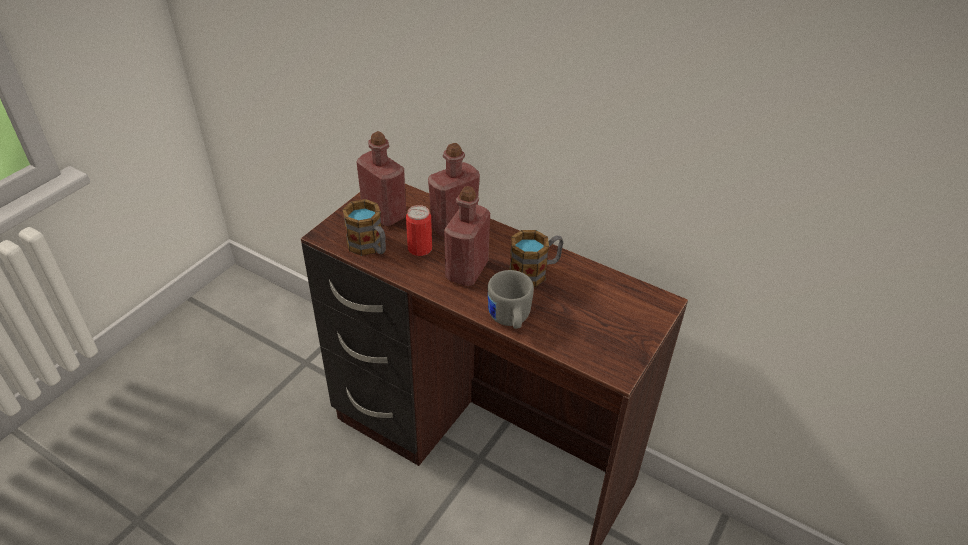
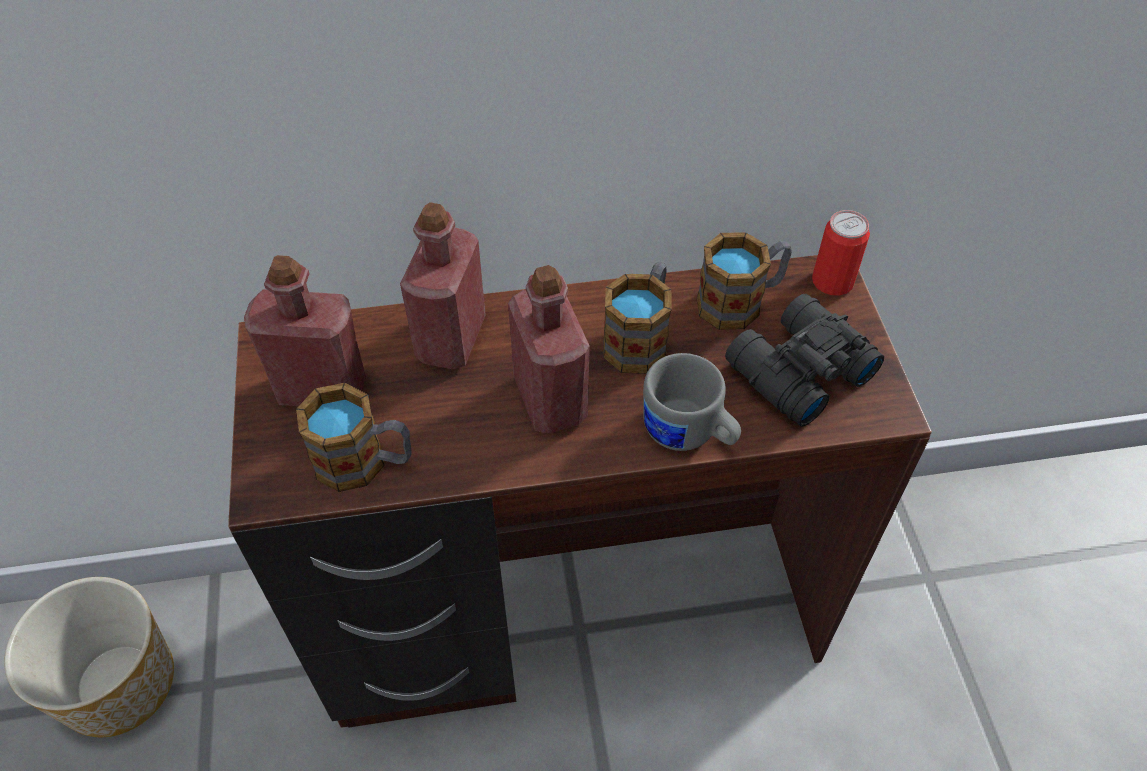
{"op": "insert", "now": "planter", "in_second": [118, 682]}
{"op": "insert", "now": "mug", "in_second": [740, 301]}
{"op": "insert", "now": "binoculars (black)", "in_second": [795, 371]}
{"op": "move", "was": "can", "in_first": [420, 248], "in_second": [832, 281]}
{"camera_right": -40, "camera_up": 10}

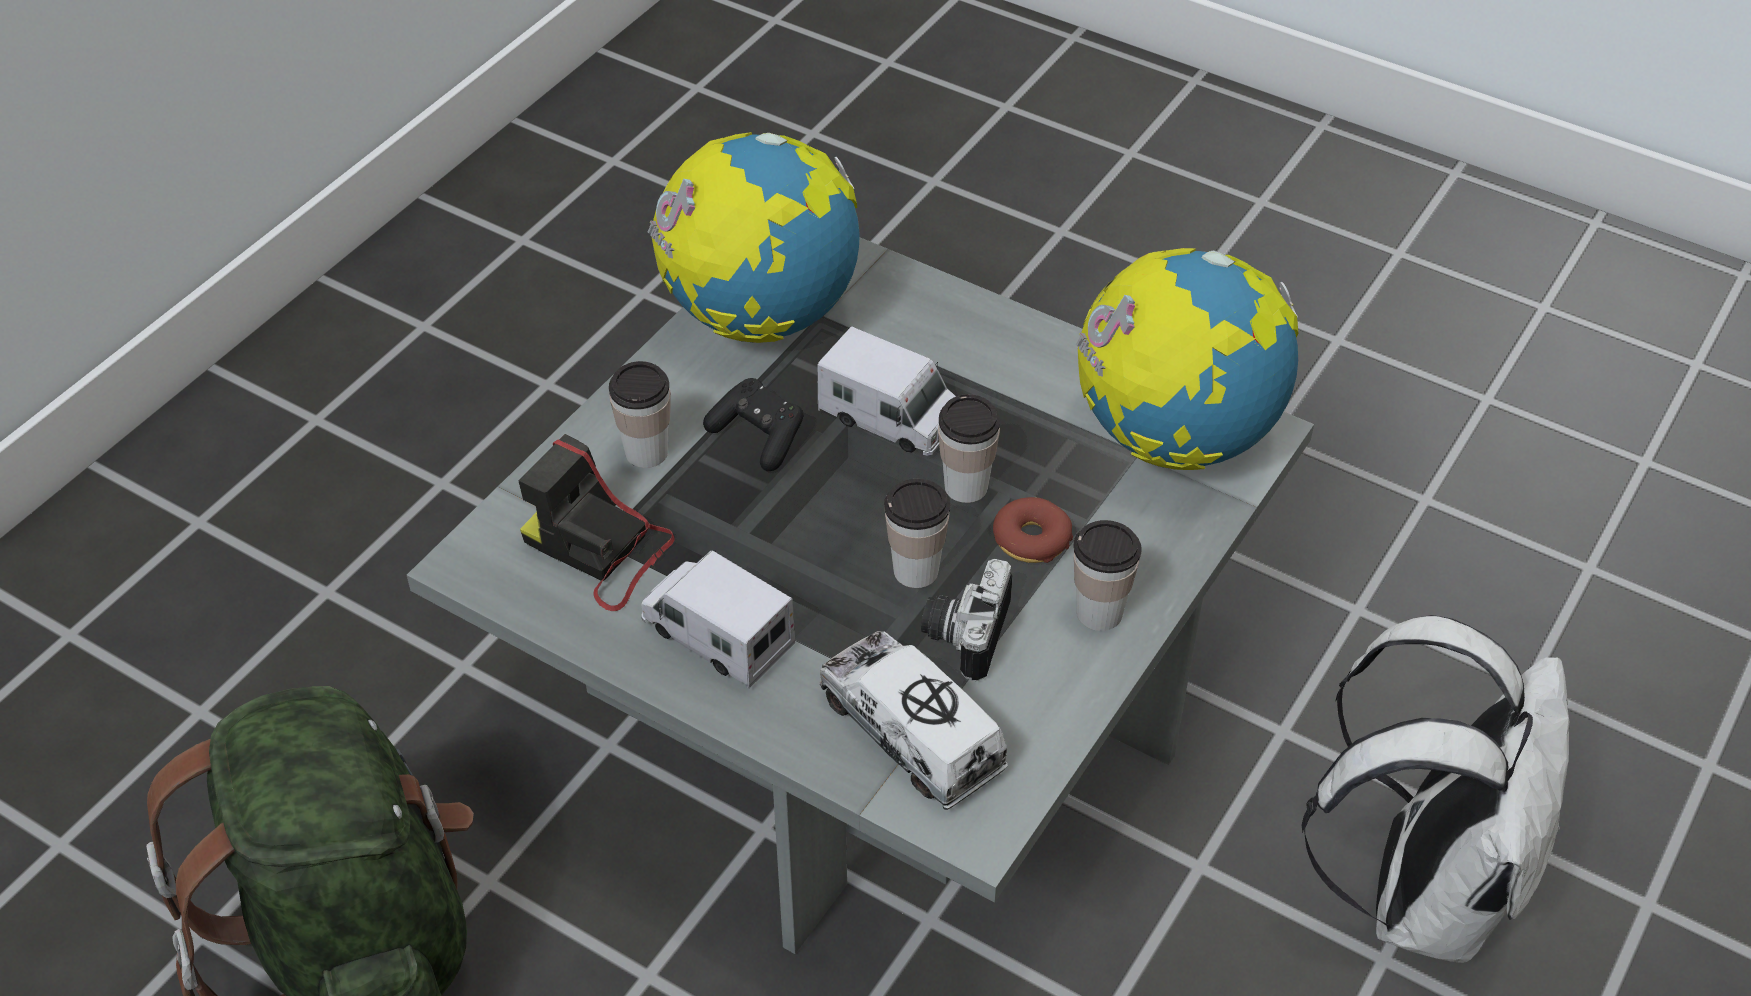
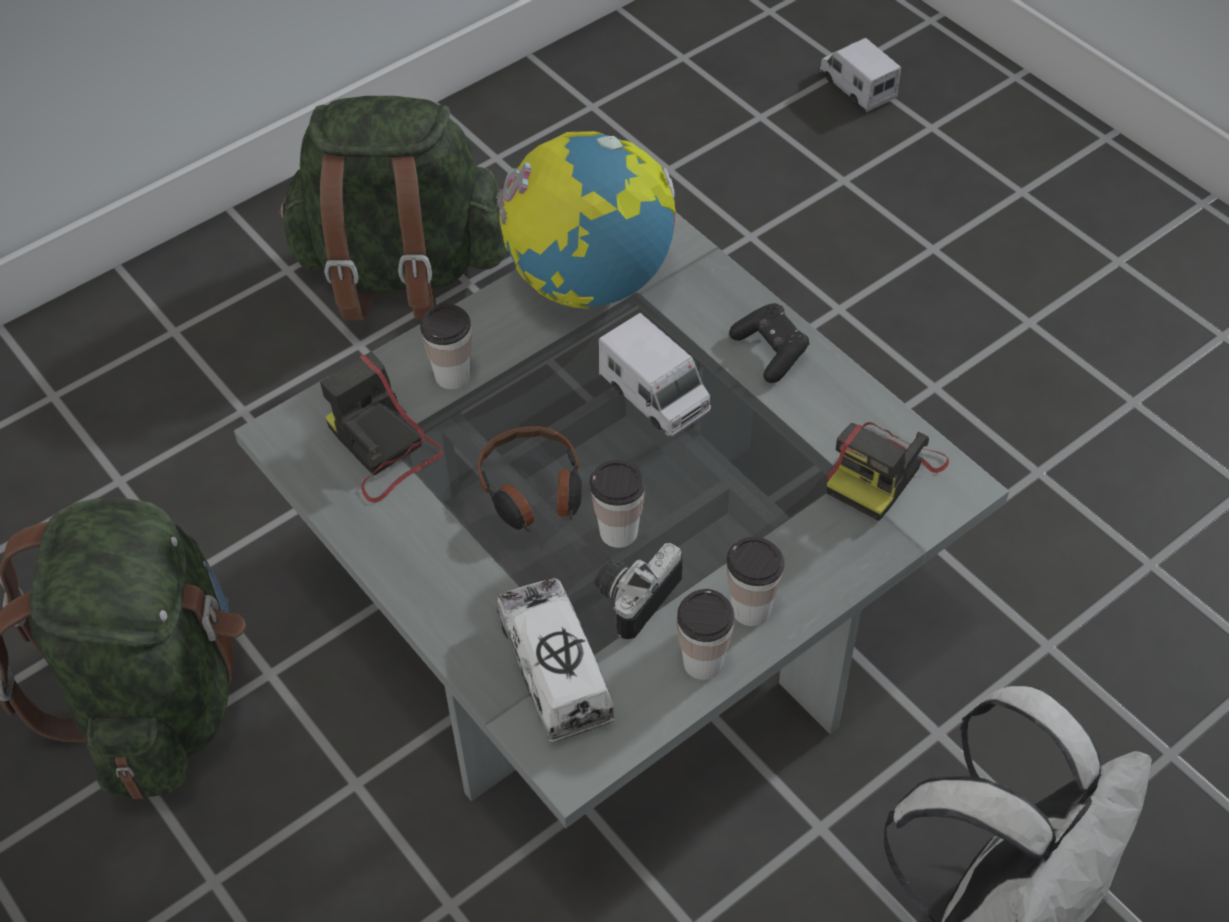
{"op": "delete", "was": "donut", "in_first": [1031, 539]}
{"op": "insert", "now": "backpack (green)", "in_second": [401, 271]}
{"op": "insert", "now": "headphones", "in_second": [533, 491]}
{"op": "move", "was": "toy truck", "in_first": [718, 635], "in_second": [857, 86]}
{"op": "move", "was": "game controller (black)", "in_first": [758, 436], "in_second": [771, 351]}
{"op": "move", "was": "cup", "in_first": [966, 486], "in_second": [703, 662]}
{"op": "replace", "was": "globe", "now": "photo camera", "in_first": [1174, 437], "in_second": [883, 472]}
{"camera_right": 20, "camera_up": 5}

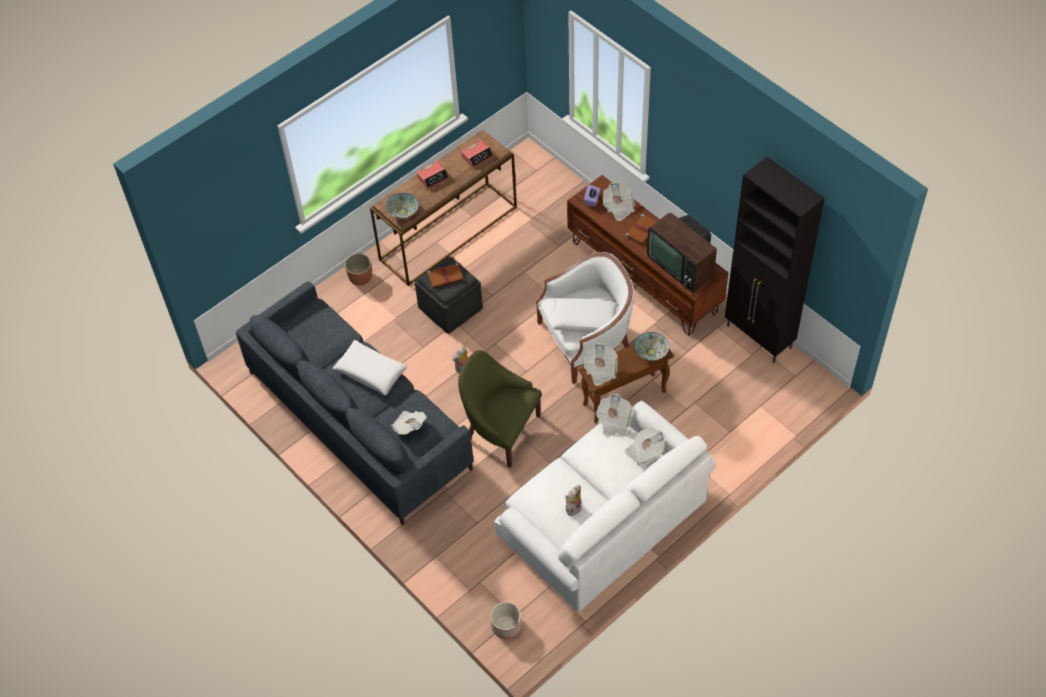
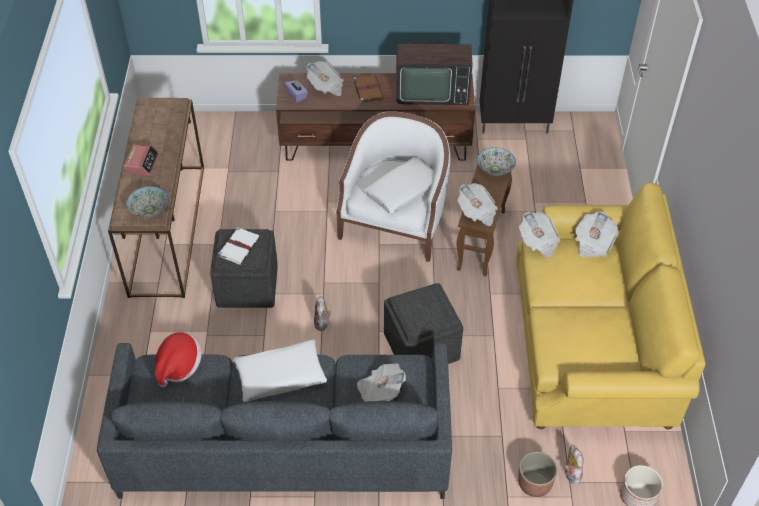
{"op": "delete", "was": "alarm clock", "in_first": [477, 156]}
{"op": "insert", "now": "hat", "in_second": [179, 366]}
{"op": "move", "was": "planter", "in_first": [360, 277], "in_second": [534, 484]}
{"op": "move", "was": "plush toy", "in_first": [573, 507], "in_second": [570, 474]}
{"op": "replace", "was": "armchair (green)", "now": "ottoman (grey)", "in_first": [500, 431], "in_second": [420, 346]}
{"op": "recolor", "was": "book (brown)", "now": "book (white)", "in_first": [446, 277], "in_second": [239, 246]}
{"op": "recolor", "was": "sofa (white)", "now": "sofa (yellow)", "in_first": [601, 522], "in_second": [592, 345]}
{"camera_right": -50, "camera_up": -5}

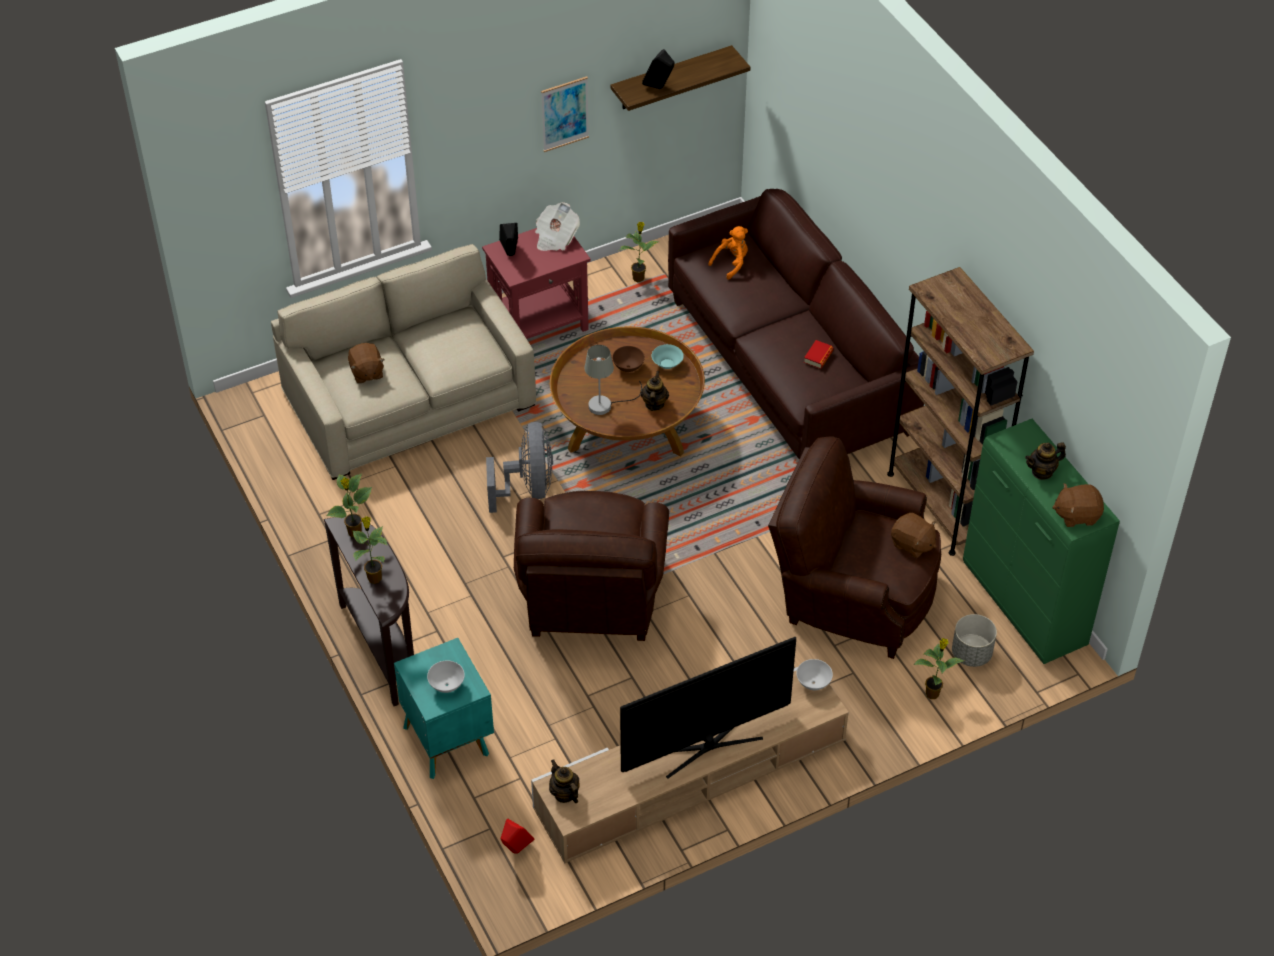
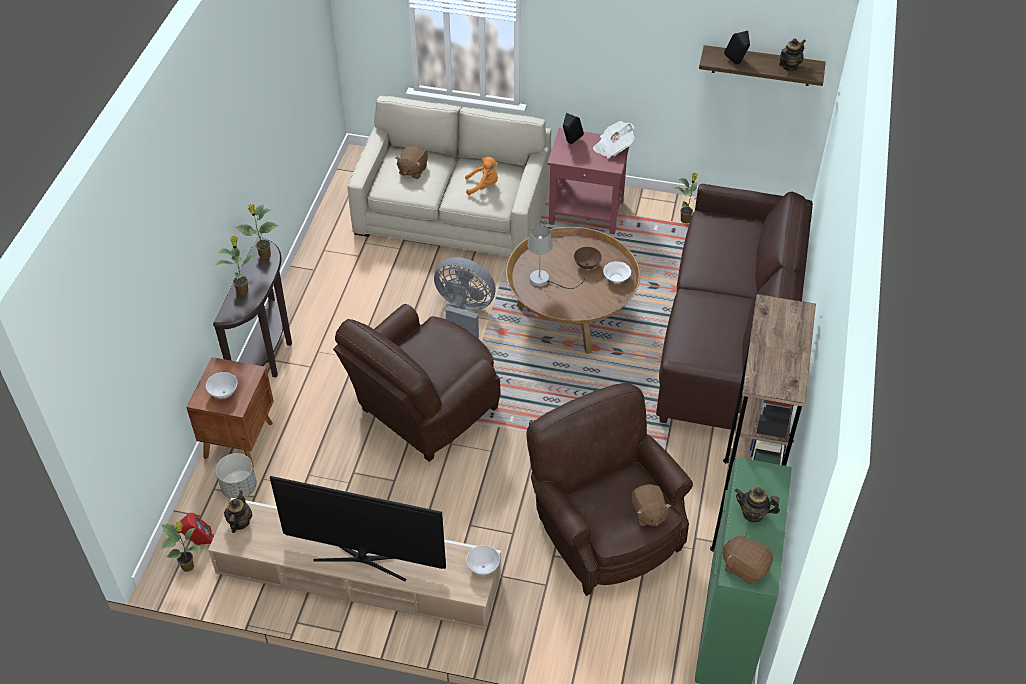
{"op": "delete", "was": "picture", "in_first": [565, 114]}
{"op": "delete", "was": "book", "in_first": [818, 357]}
{"op": "move", "was": "teapot", "in_first": [654, 404], "in_second": [789, 66]}
{"op": "move", "was": "plush toy (orange)", "in_first": [731, 263], "in_second": [483, 186]}
{"op": "move", "was": "potted plant", "in_first": [933, 693], "in_second": [188, 566]}
{"op": "move", "was": "planter (grey)", "in_first": [971, 654], "in_second": [239, 488]}
{"op": "recolor", "was": "nightstand (turquoise)", "now": "nightstand (brown)", "in_first": [447, 739], "in_second": [240, 439]}
{"op": "recolor", "was": "bowl (turquoise)", "now": "bowl (white)", "in_first": [667, 363], "in_second": [616, 278]}
{"op": "rotate", "was": "fan (grey)", "in_first": [527, 488], "in_second": [464, 312], "clockwise": -105}
{"camera_right": 40, "camera_up": 0}

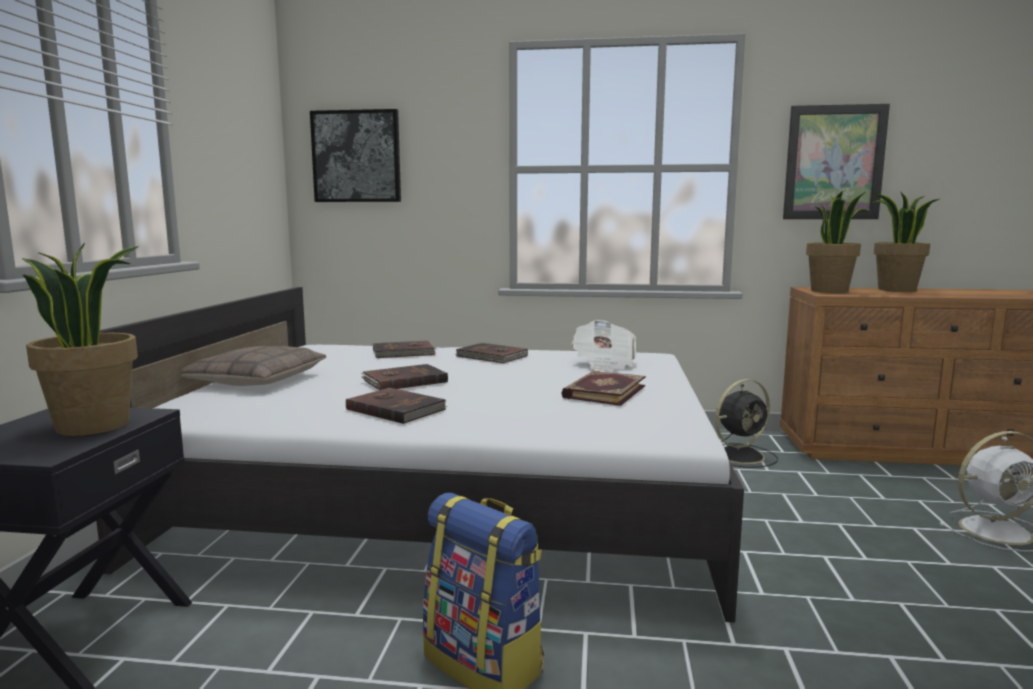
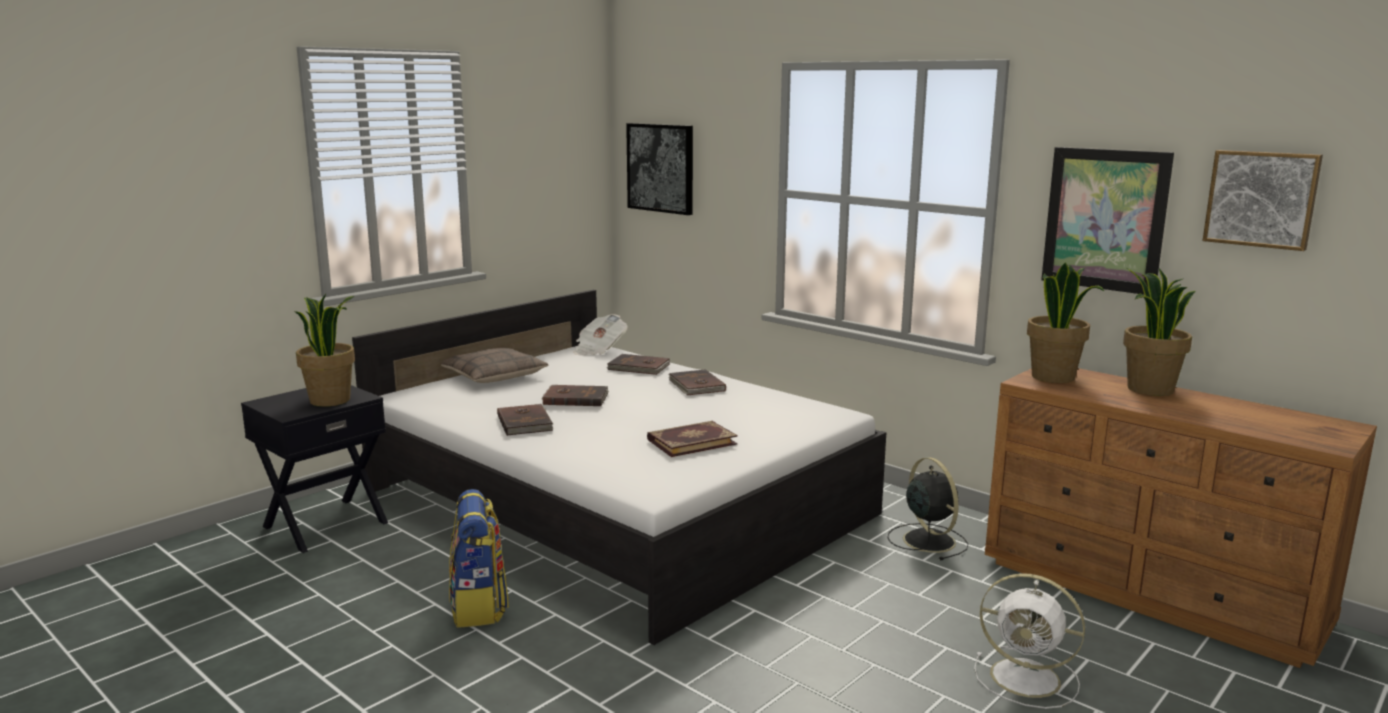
{"op": "insert", "now": "picture", "in_second": [1261, 199]}
{"op": "move", "was": "newspaper", "in_first": [604, 364], "in_second": [599, 350]}
{"op": "rotate", "was": "fan (black)", "in_first": [741, 455], "in_second": [927, 540], "clockwise": -120}
{"camera_right": 35, "camera_up": 5}

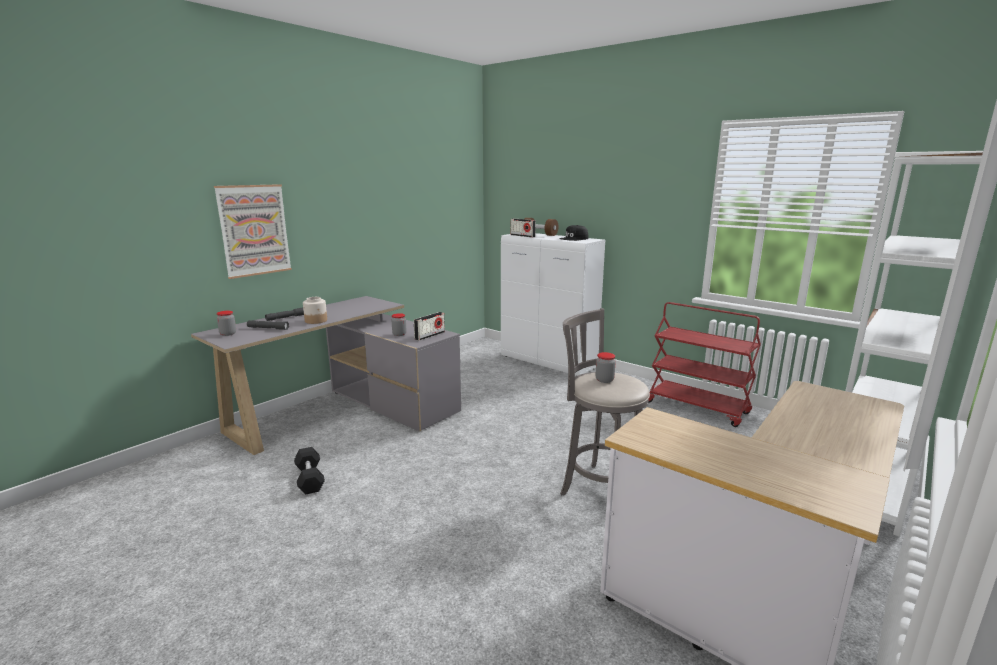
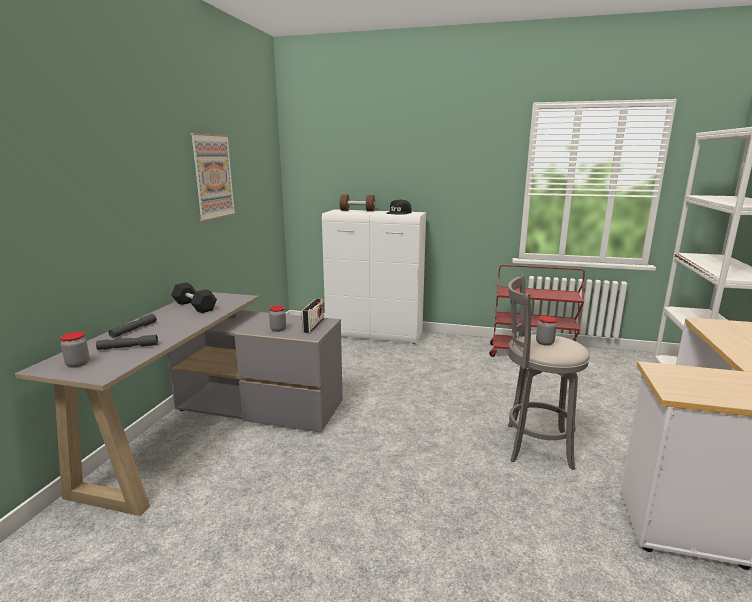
{"op": "delete", "was": "jar", "in_first": [316, 321]}
{"op": "delete", "was": "radio", "in_first": [522, 236]}
{"op": "move", "was": "picture", "in_first": [254, 230], "in_second": [213, 176]}
{"op": "move", "was": "dumbbell (black)", "in_first": [310, 479], "in_second": [194, 306]}
{"camera_right": -25, "camera_up": 0}

